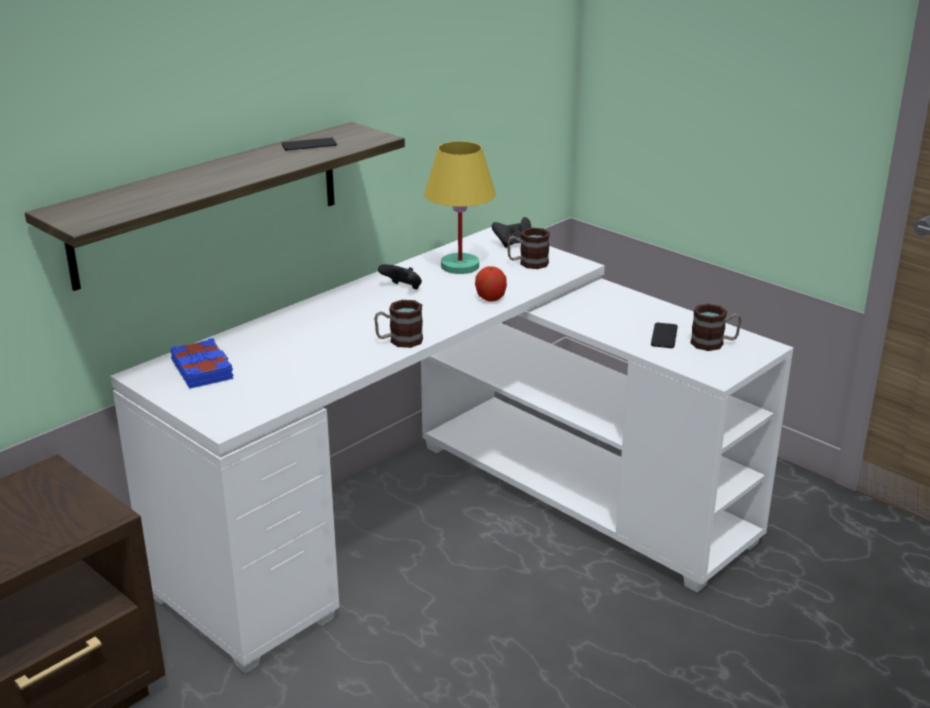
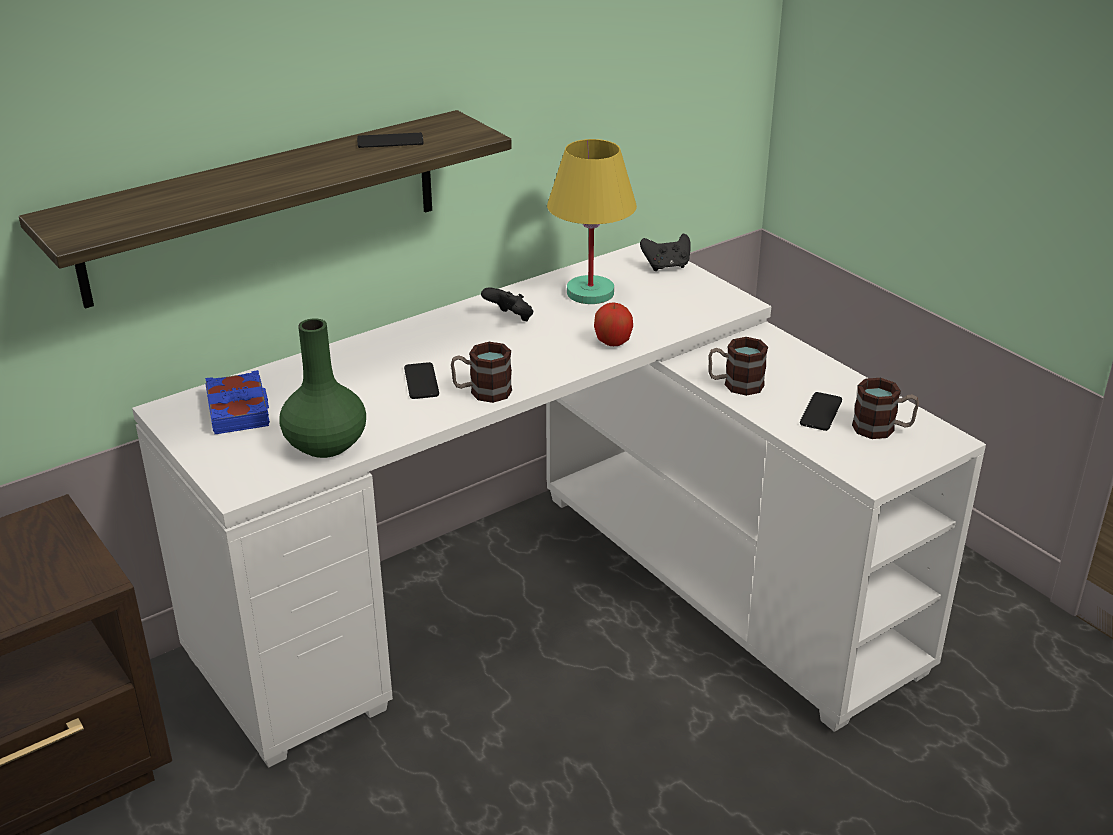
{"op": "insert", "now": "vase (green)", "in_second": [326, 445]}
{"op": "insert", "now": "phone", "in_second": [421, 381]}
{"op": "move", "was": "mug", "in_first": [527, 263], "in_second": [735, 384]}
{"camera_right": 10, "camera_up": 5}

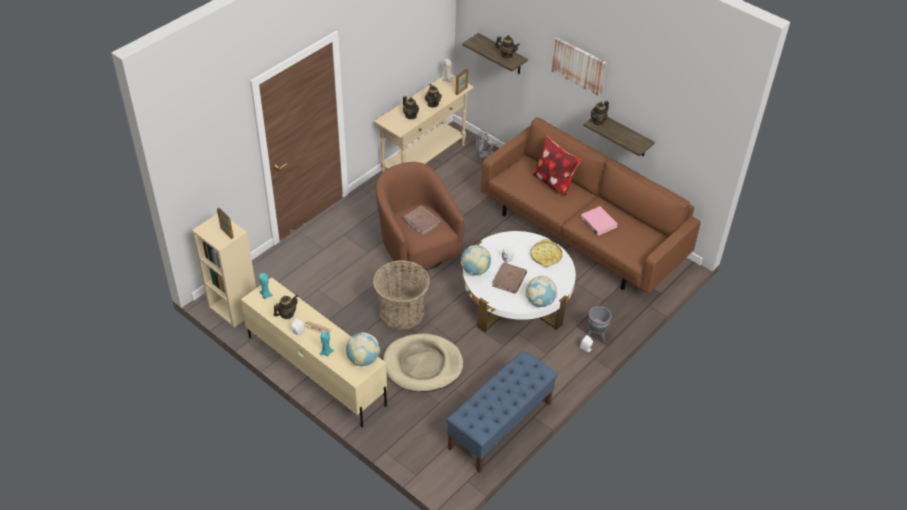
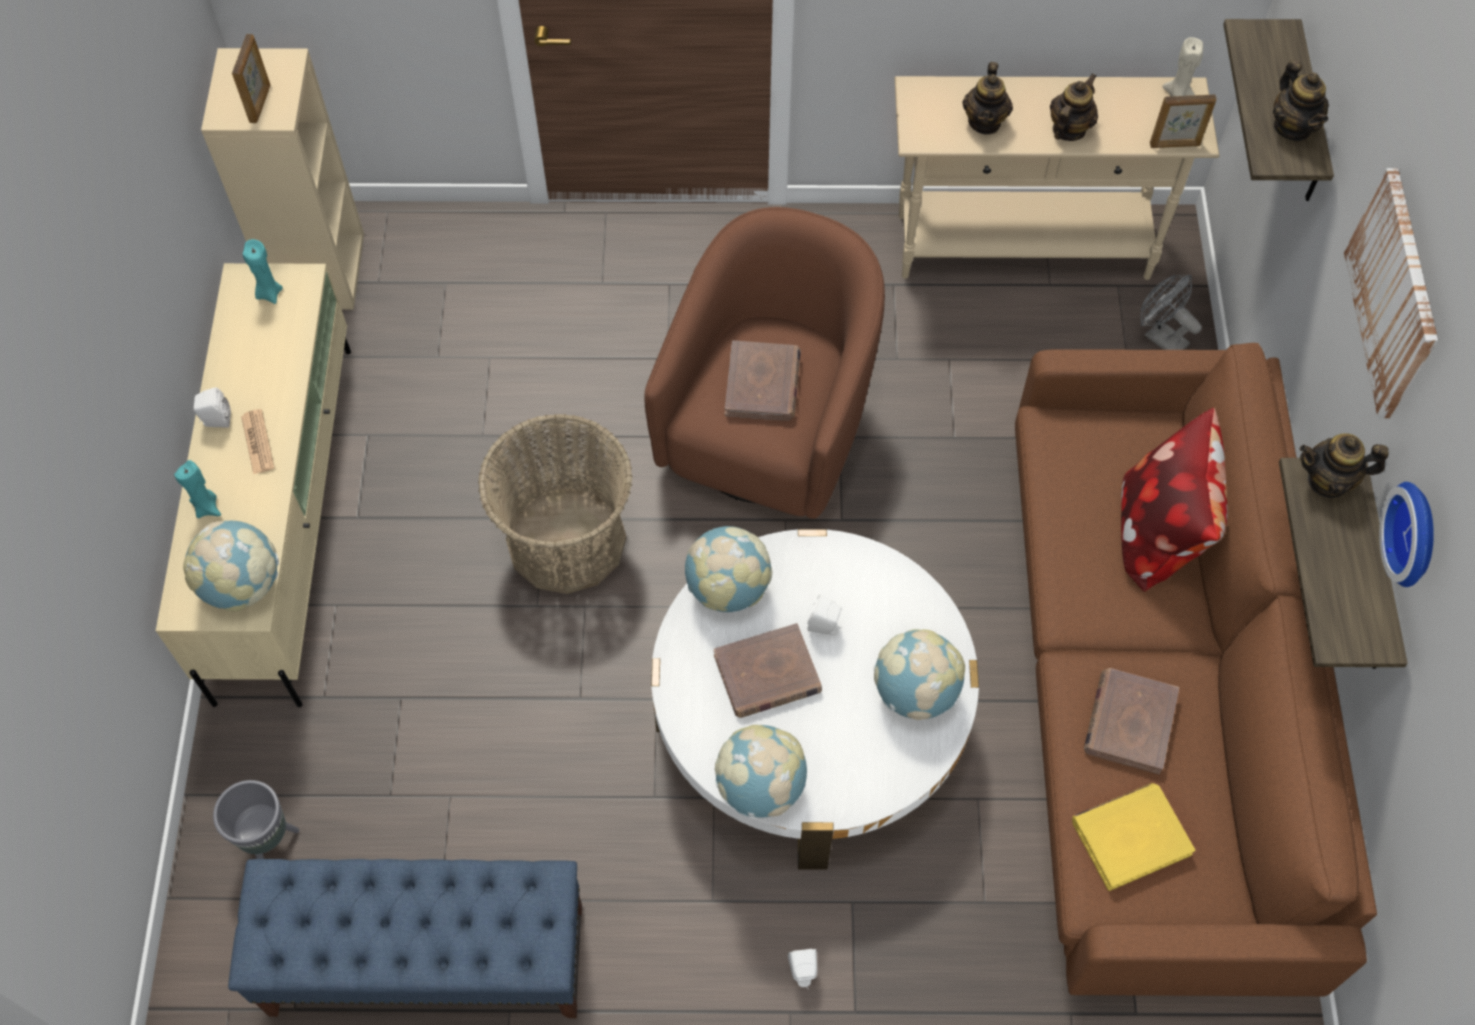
{"op": "delete", "was": "teapot", "in_first": [287, 314]}
{"op": "delete", "was": "dog bed (beige)", "in_first": [423, 365]}
{"op": "insert", "now": "book (yellow)", "in_second": [1130, 837]}
{"op": "insert", "now": "wall clock", "in_second": [1416, 534]}
{"op": "move", "was": "planter (grey)", "in_first": [596, 336], "in_second": [269, 842]}
{"op": "replace", "was": "tray (yellow)", "now": "globe", "in_first": [546, 255], "in_second": [915, 692]}
{"op": "recolor", "was": "book (pink)", "now": "book (brown)", "in_first": [598, 222], "in_second": [1129, 722]}
{"camera_right": 50, "camera_up": 15}

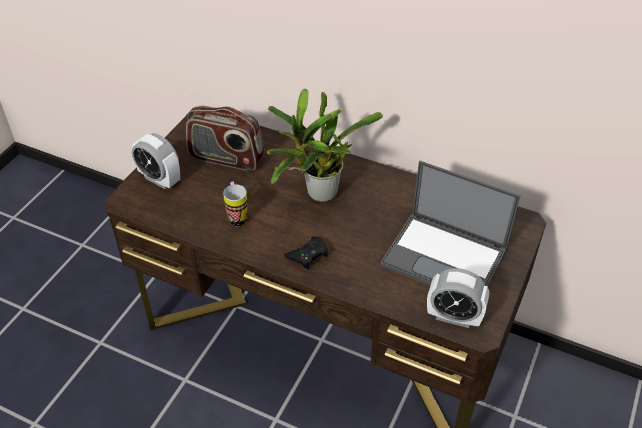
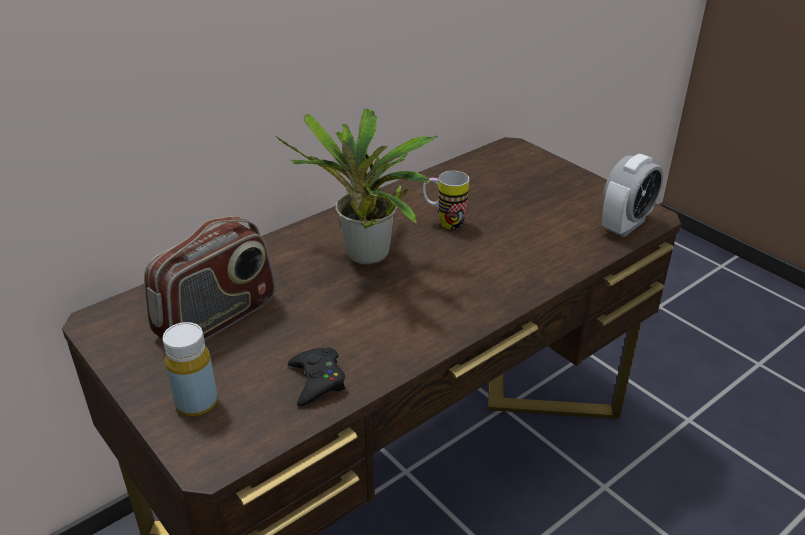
{"op": "delete", "was": "laptop", "in_first": [445, 257]}
{"op": "move", "was": "mug", "in_first": [237, 216], "in_second": [444, 223]}
{"op": "move", "was": "game controller (black)", "in_first": [308, 255], "in_second": [317, 380]}
{"op": "replace", "was": "alarm clock", "now": "bottle (yellow)", "in_first": [160, 179], "in_second": [196, 403]}
{"camera_right": -65, "camera_up": -10}

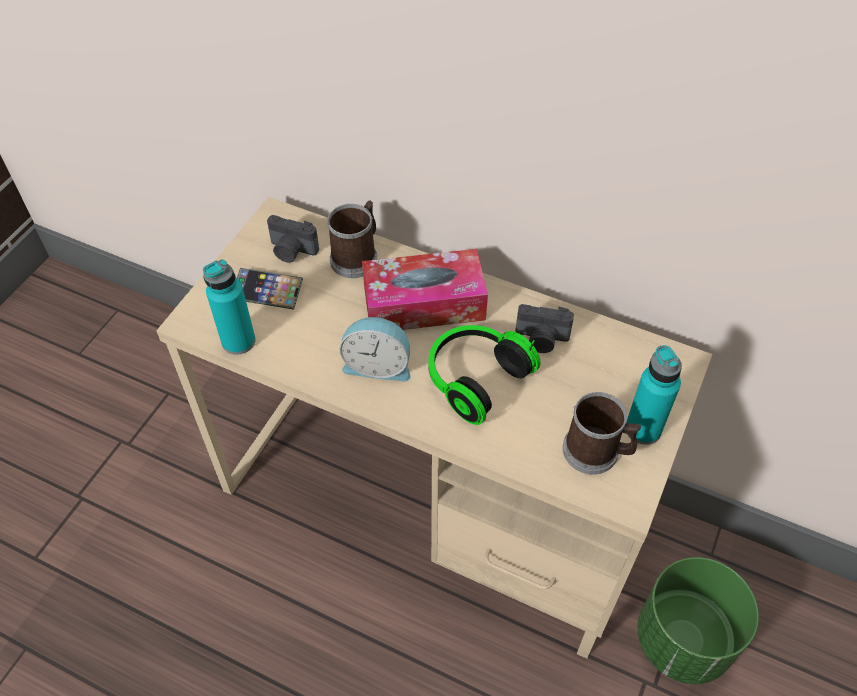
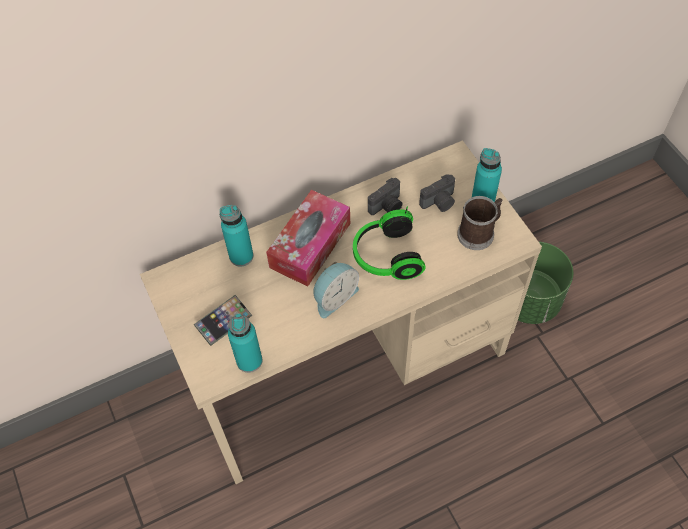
{"op": "move", "was": "photo camera", "in_first": [291, 251], "in_second": [439, 202]}
{"op": "replace", "was": "mug", "now": "bottle (turquoise)", "in_first": [357, 256], "in_second": [241, 256]}
{"camera_right": -50, "camera_up": 5}

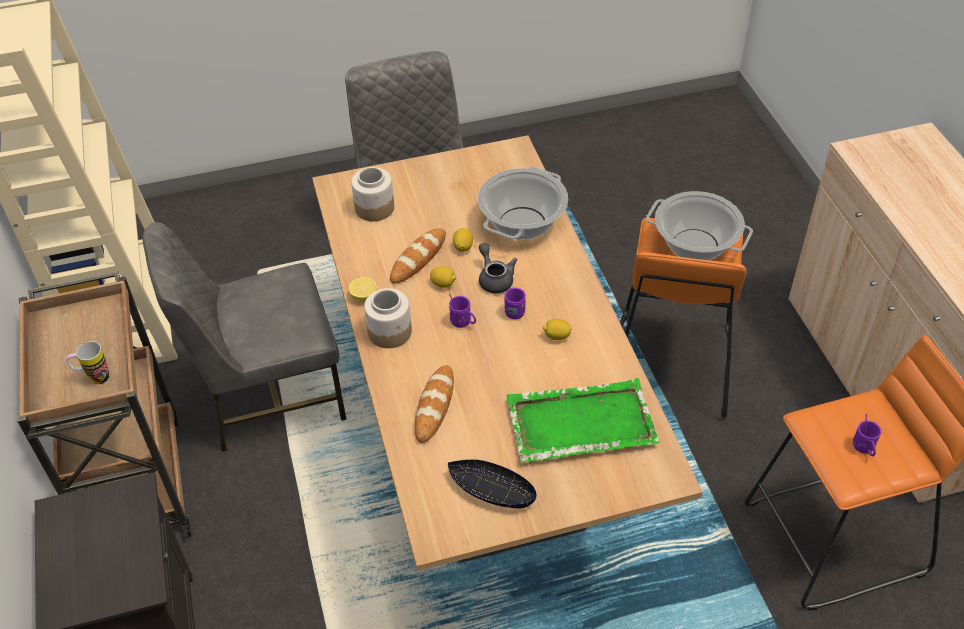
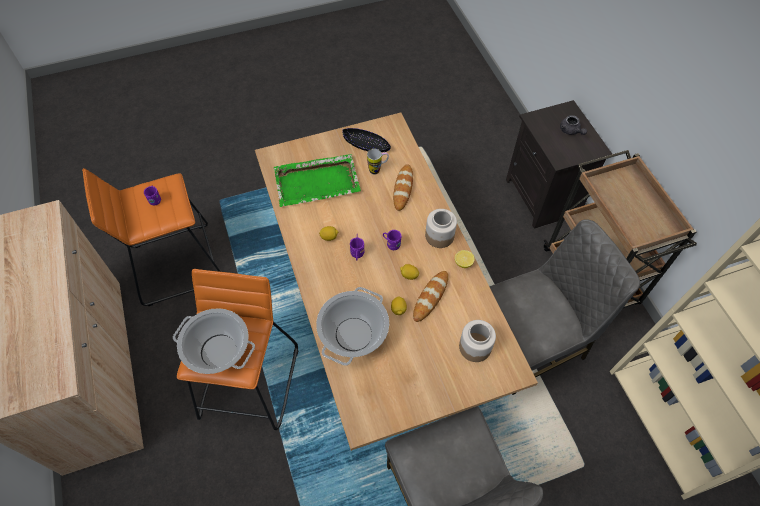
{"op": "move", "was": "mug", "in_first": [94, 378], "in_second": [378, 169]}
{"op": "move", "was": "teapot (grey)", "in_first": [494, 278], "in_second": [571, 131]}
{"camera_right": 175, "camera_up": 10}

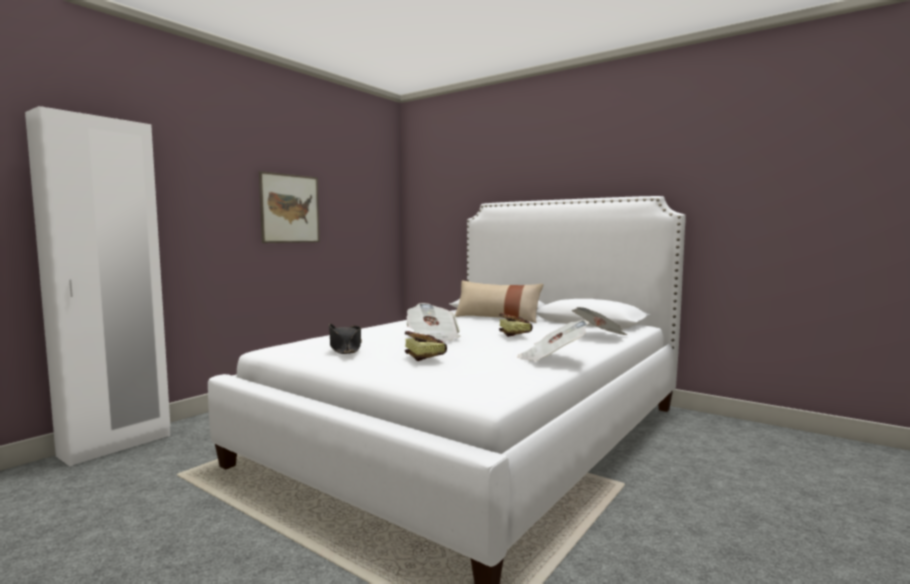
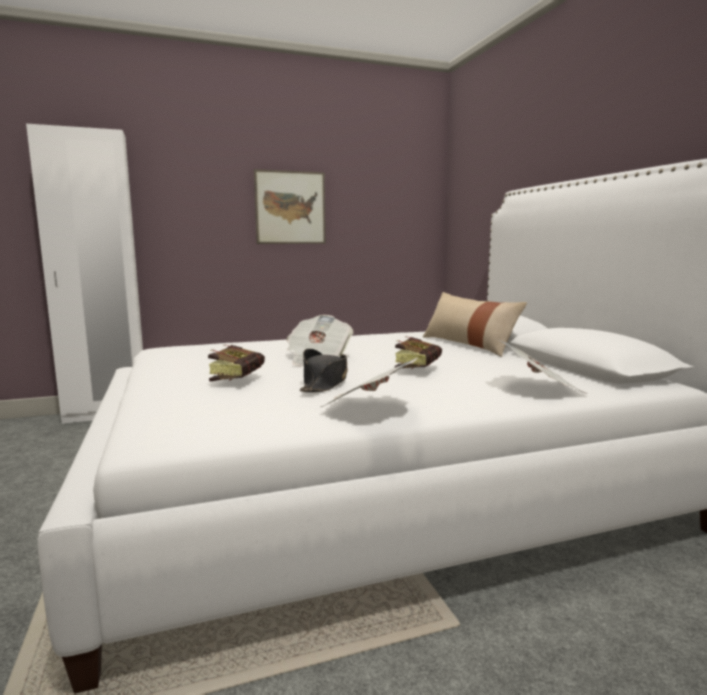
{"op": "move", "was": "hat (black)", "in_first": [345, 348], "in_second": [325, 383]}
{"camera_right": 35, "camera_up": 5}

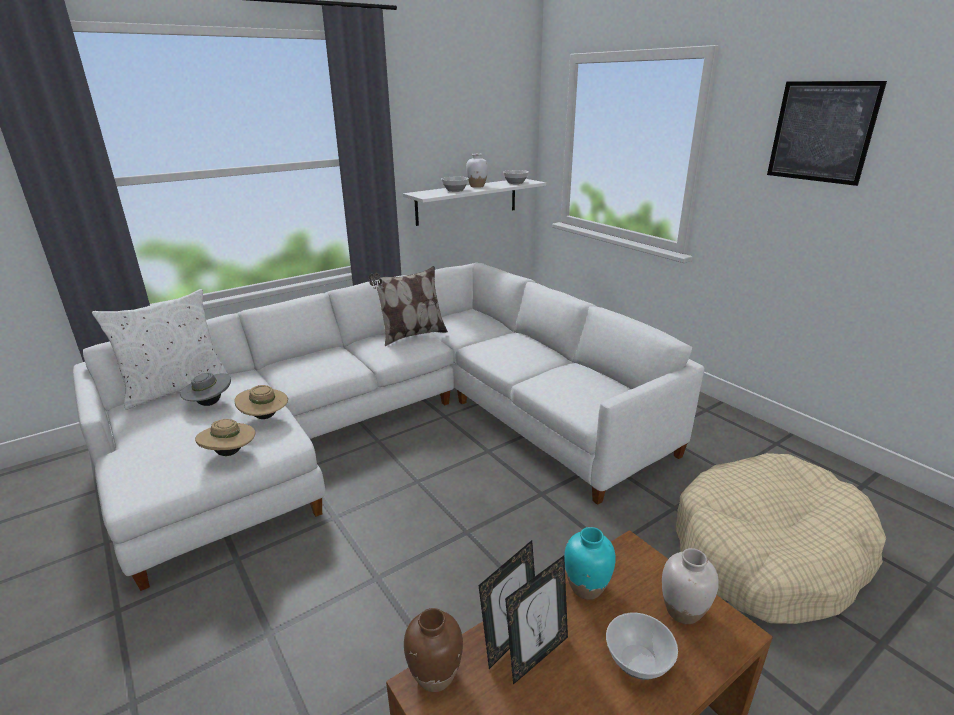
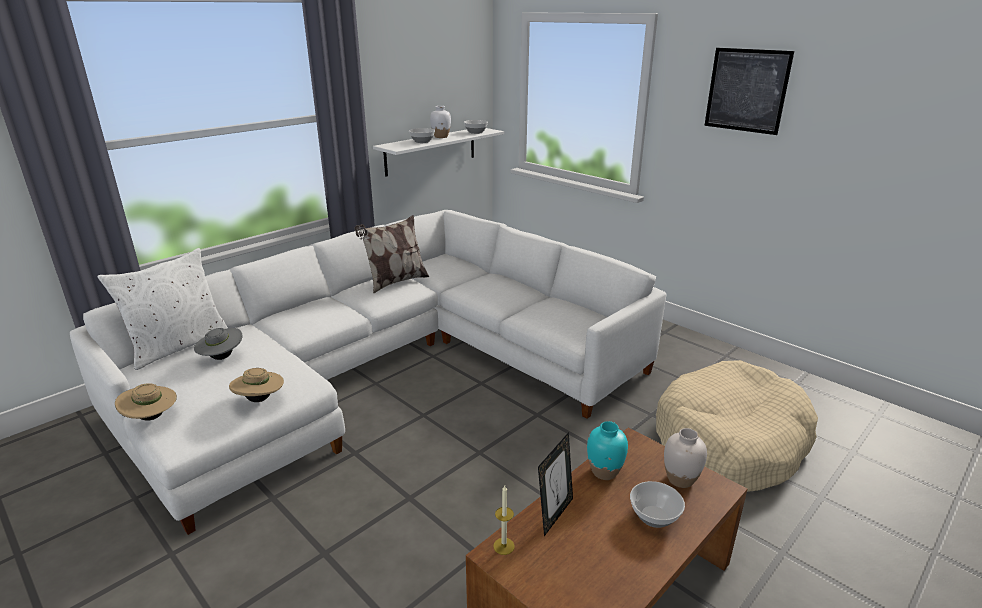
{"op": "delete", "was": "picture frame", "in_first": [536, 655]}
{"op": "move", "was": "hat (beige)", "in_first": [265, 417], "in_second": [151, 418]}
{"op": "replace", "was": "vase (brown)", "now": "candle", "in_first": [435, 675], "in_second": [504, 546]}
{"camera_right": -10, "camera_up": 0}

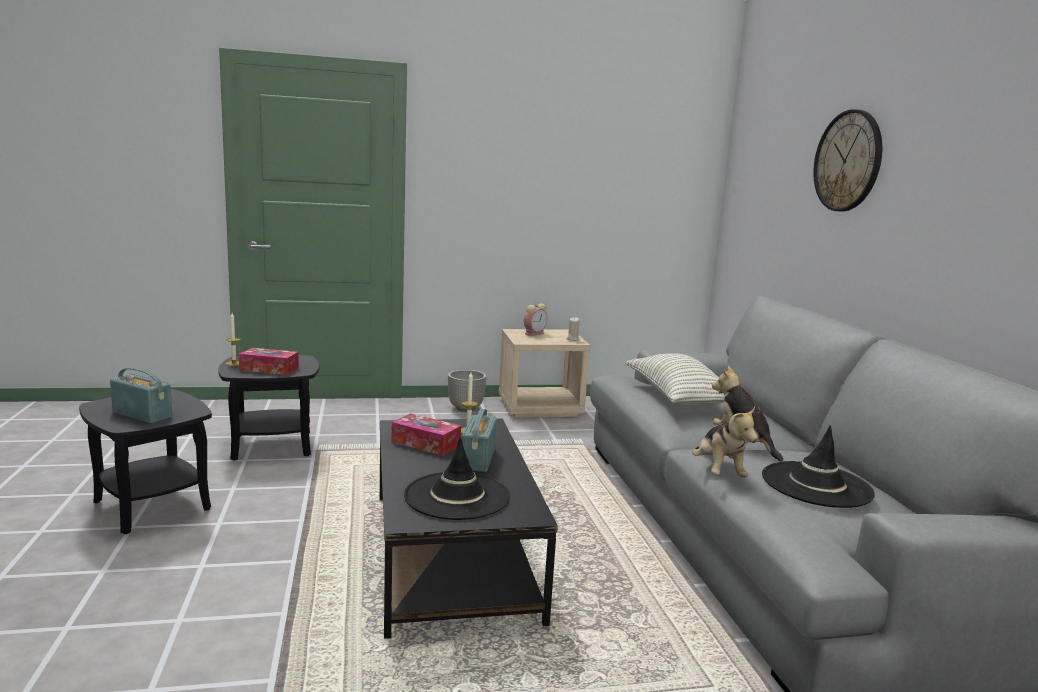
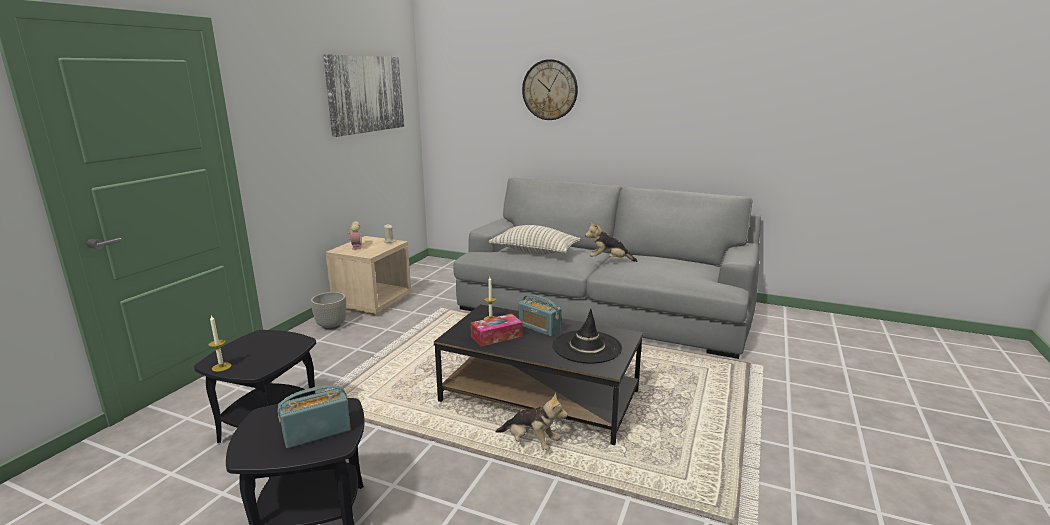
{"op": "delete", "was": "tissue box", "in_first": [269, 369]}
{"op": "delete", "was": "hat (black)", "in_first": [816, 485]}
{"op": "insert", "now": "picture", "in_second": [366, 94]}
{"op": "move", "was": "plush toy", "in_first": [718, 472], "in_second": [531, 442]}
{"camera_right": -55, "camera_up": 5}

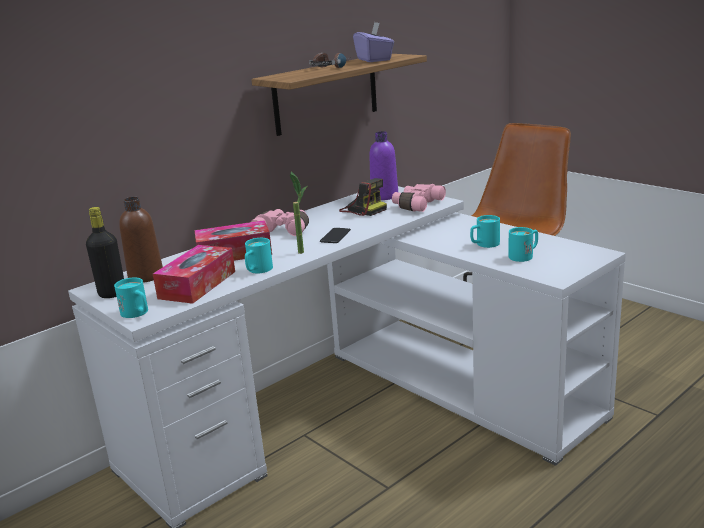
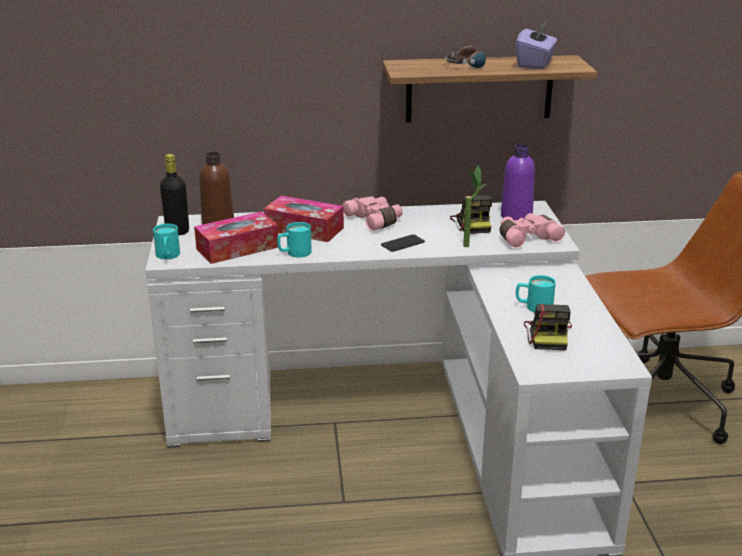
{"op": "move", "was": "potted plant", "in_first": [301, 250], "in_second": [470, 243]}
{"op": "replace", "was": "mug (turquoise)", "now": "photo camera", "in_first": [524, 255], "in_second": [548, 335]}
{"camera_right": 35, "camera_up": 5}

